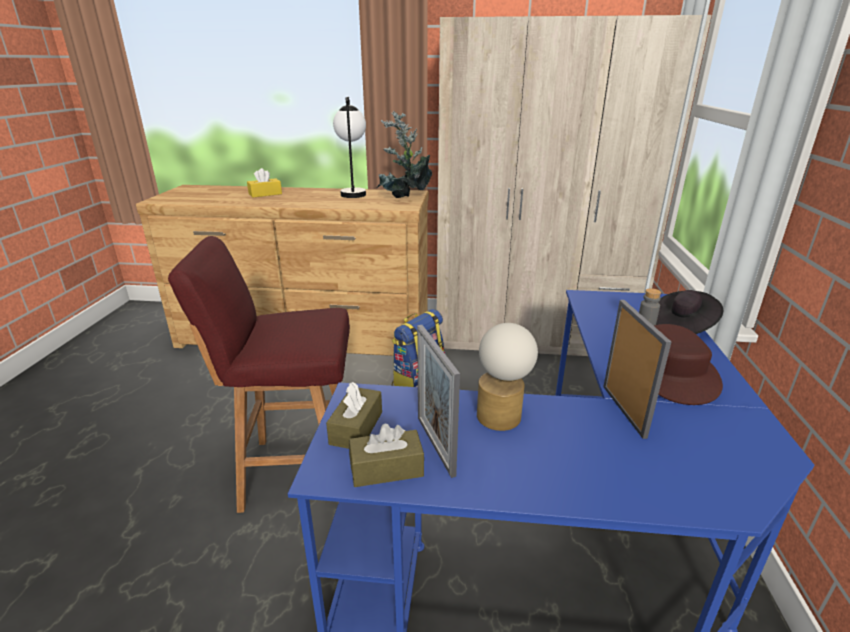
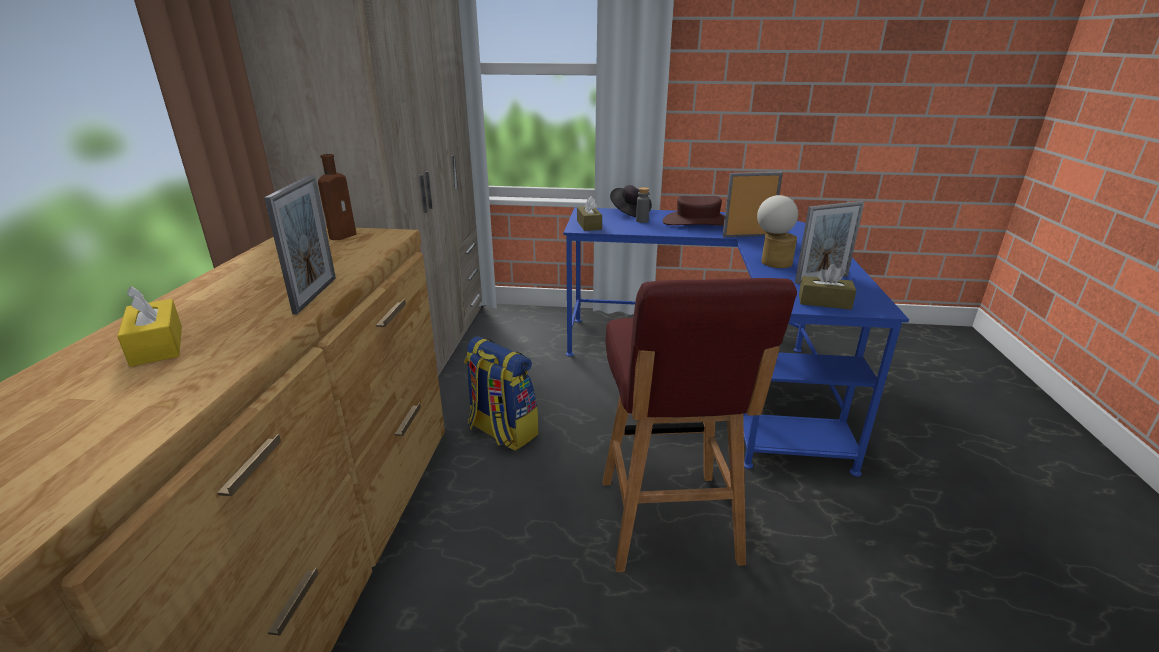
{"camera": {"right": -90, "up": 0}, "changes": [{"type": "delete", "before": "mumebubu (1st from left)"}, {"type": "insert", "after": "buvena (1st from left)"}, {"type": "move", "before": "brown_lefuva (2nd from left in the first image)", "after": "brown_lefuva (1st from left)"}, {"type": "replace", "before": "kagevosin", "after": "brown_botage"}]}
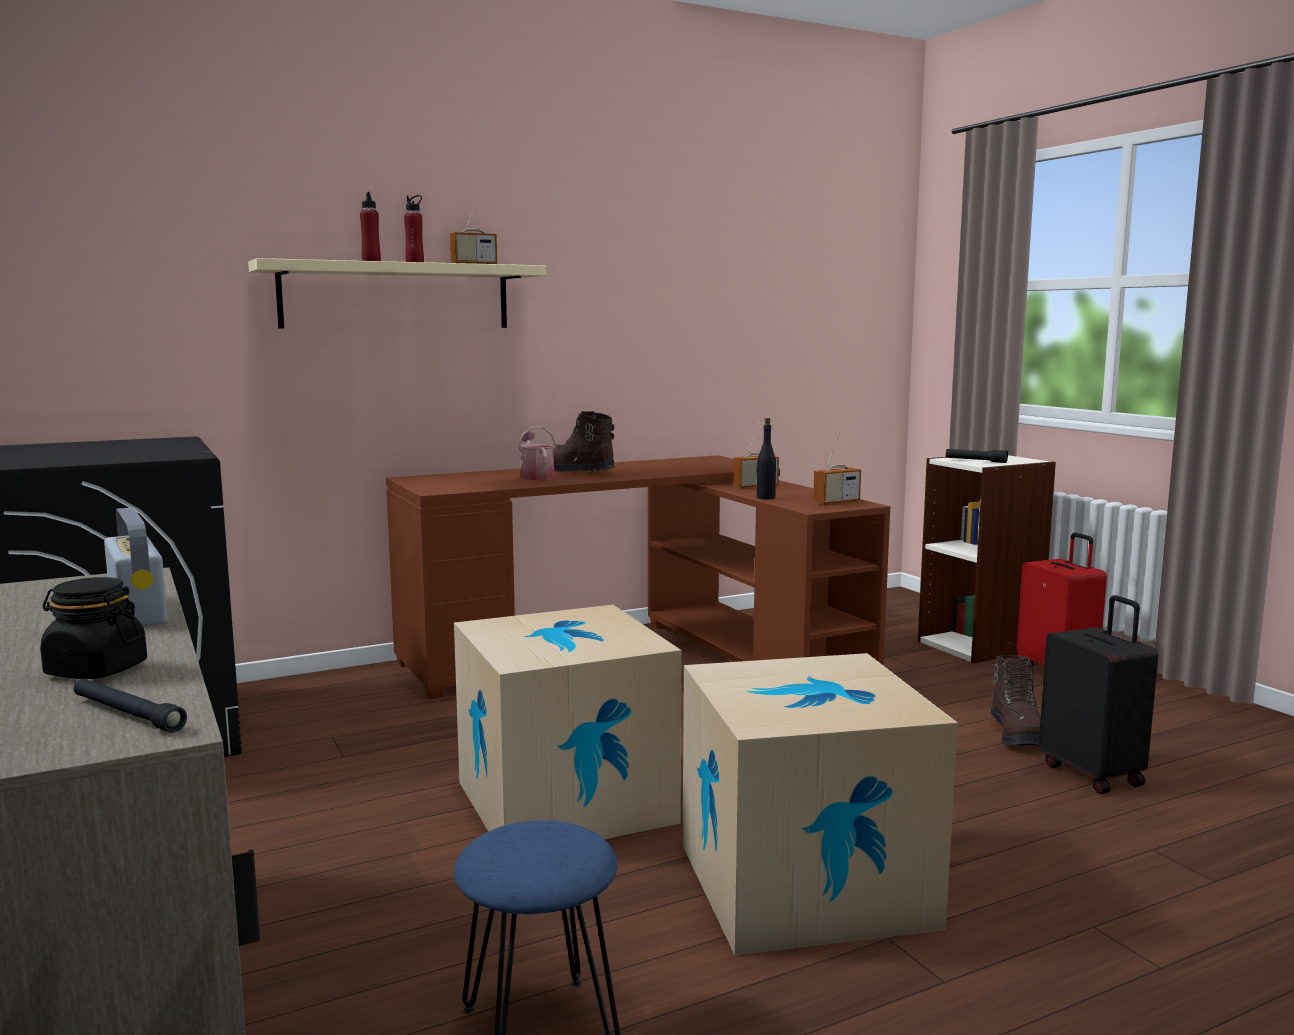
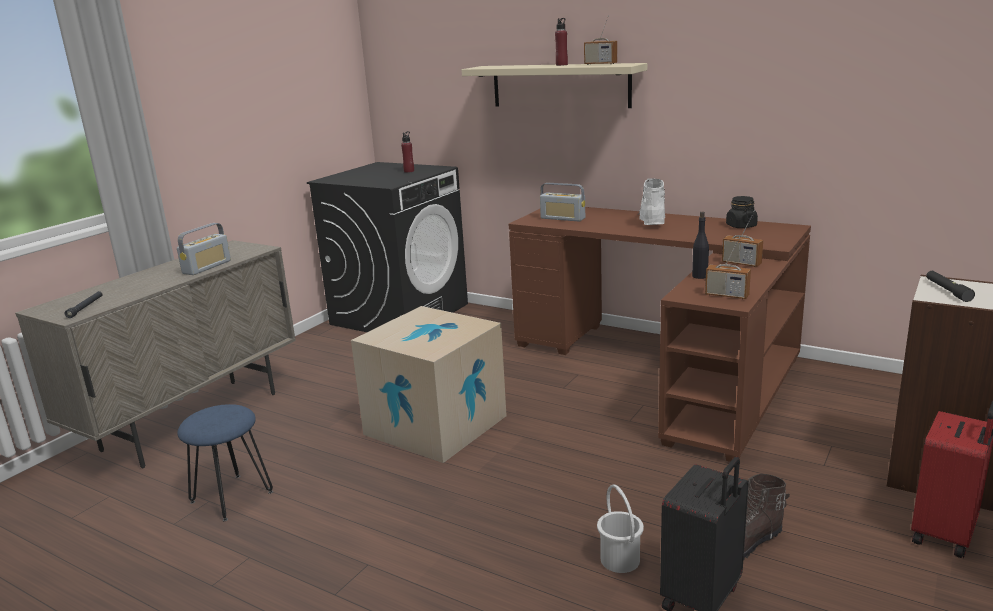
{"camera": {"right": 60, "up": 10}, "changes": [{"type": "delete", "before": "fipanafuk"}, {"type": "delete", "before": "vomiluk (2nd from left)"}, {"type": "insert", "after": "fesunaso (2nd from left)"}, {"type": "insert", "after": "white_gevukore"}, {"type": "move", "before": "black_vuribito"}, {"type": "move", "before": "red_botage (1st from left)"}, {"type": "recolor", "before": "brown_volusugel (1st from left)", "after": "white_volusugel"}]}
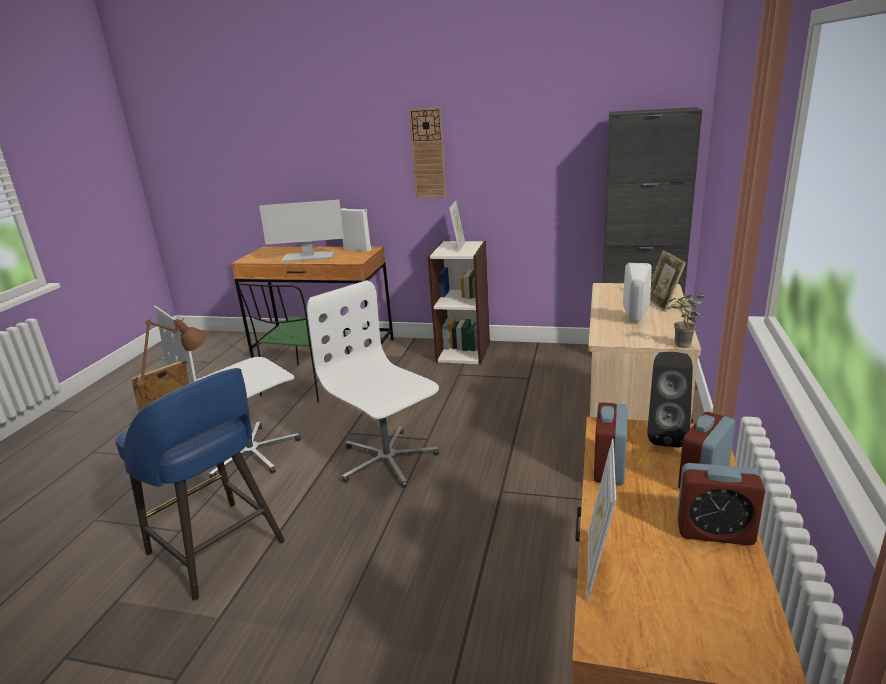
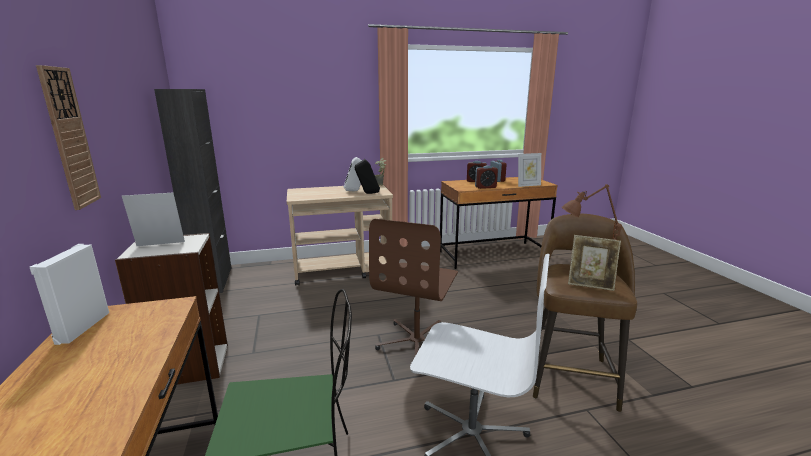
{"camera": {"right": -120, "up": -5}, "changes": [{"type": "delete", "before": "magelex"}, {"type": "delete", "before": "buvena (4th from left)"}, {"type": "move", "before": "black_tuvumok"}, {"type": "recolor", "before": "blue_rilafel", "after": "brown_rilafel"}, {"type": "recolor", "before": "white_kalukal (2nd from left)", "after": "brown_kalukal"}]}
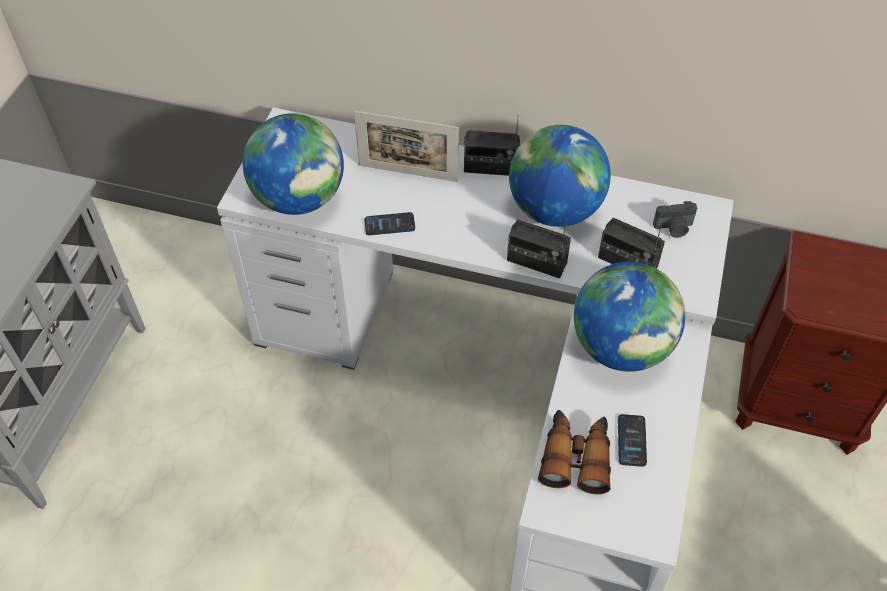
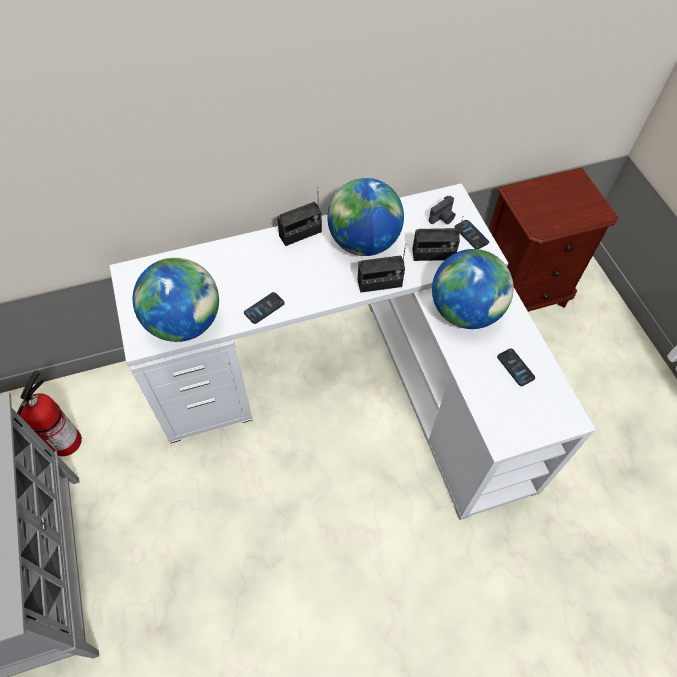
{"camera": {"right": -35, "up": 5}, "changes": [{"type": "delete", "before": "buvena"}, {"type": "delete", "before": "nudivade"}, {"type": "insert", "after": "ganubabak"}, {"type": "insert", "after": "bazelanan (2nd from left)"}]}
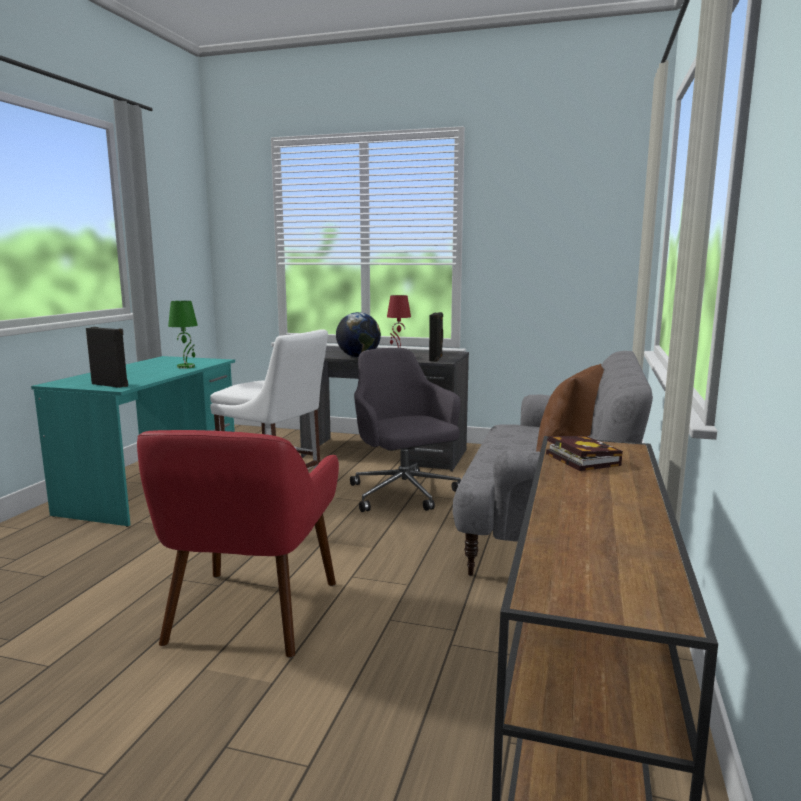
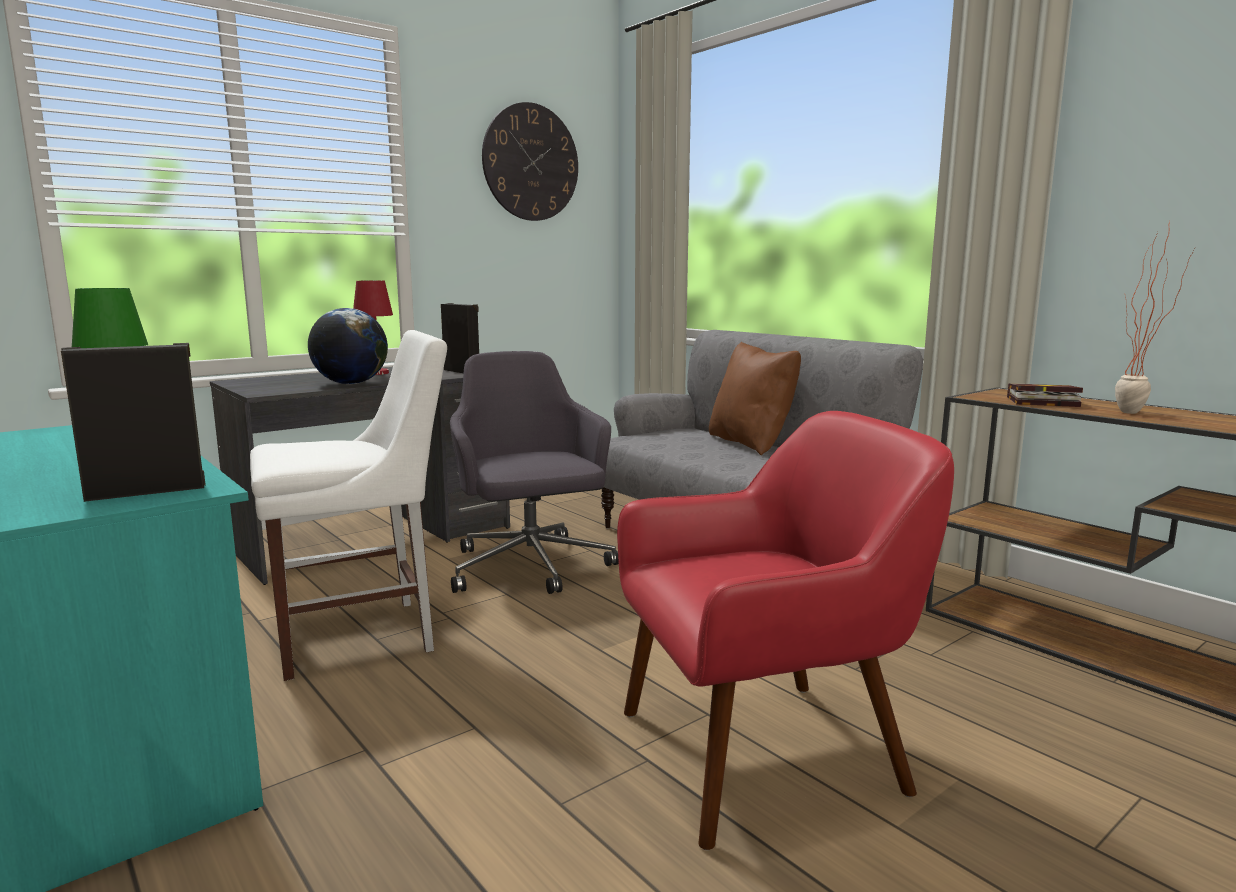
{"camera": {"right": -55, "up": 0}, "changes": [{"type": "insert", "after": "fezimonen"}, {"type": "insert", "after": "kagevosin"}, {"type": "rotate", "before": "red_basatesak", "turn": -60}, {"type": "rotate", "before": "grey_kalukal", "turn": 60}]}
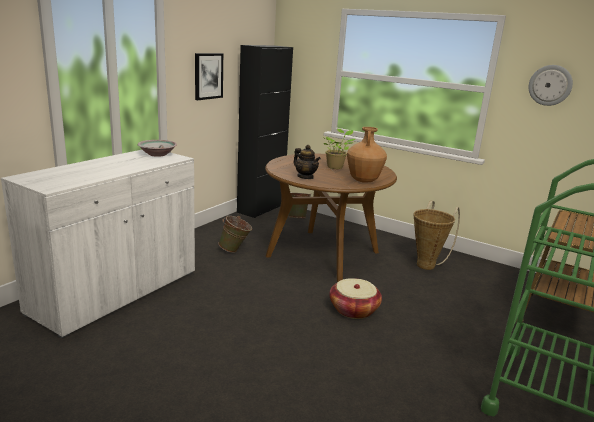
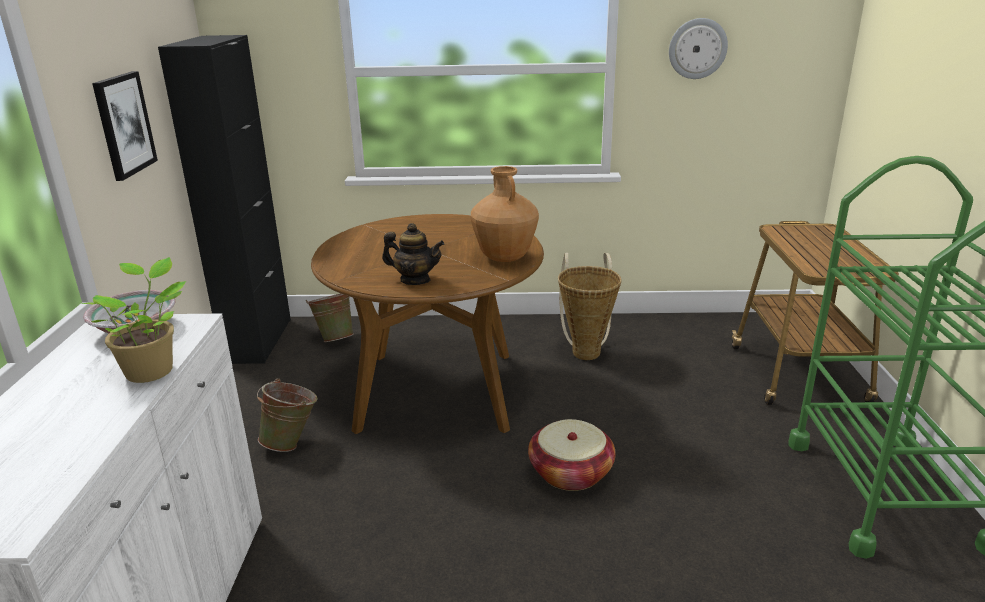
{"camera": {"right": -30, "up": 5}, "changes": [{"type": "move", "before": "kagevosin"}]}
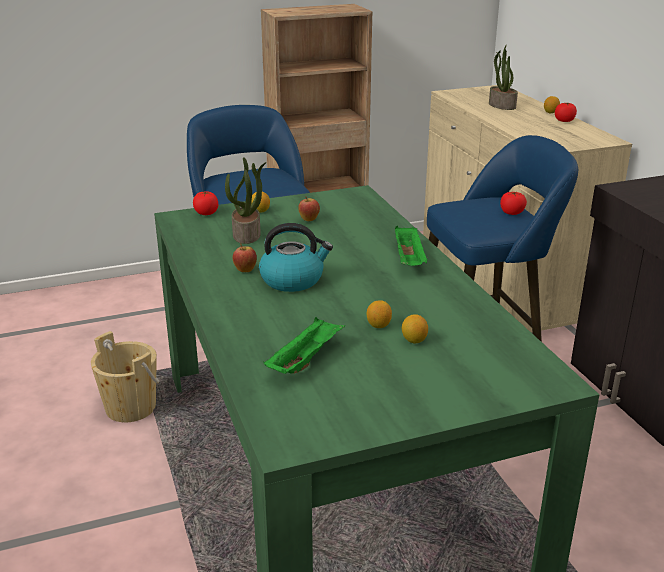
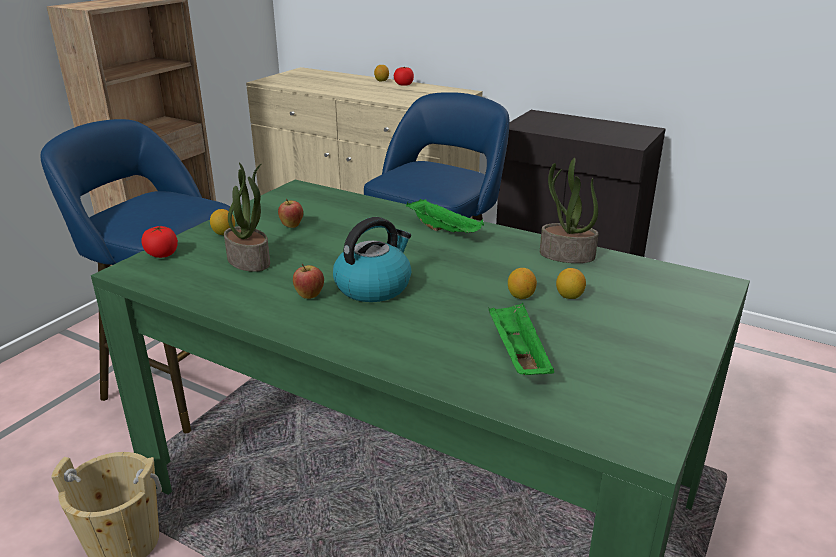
{"camera": {"right": -40, "up": 0}, "changes": [{"type": "delete", "before": "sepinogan (2nd from left)"}, {"type": "move", "before": "kagevosin (2nd from left)"}]}
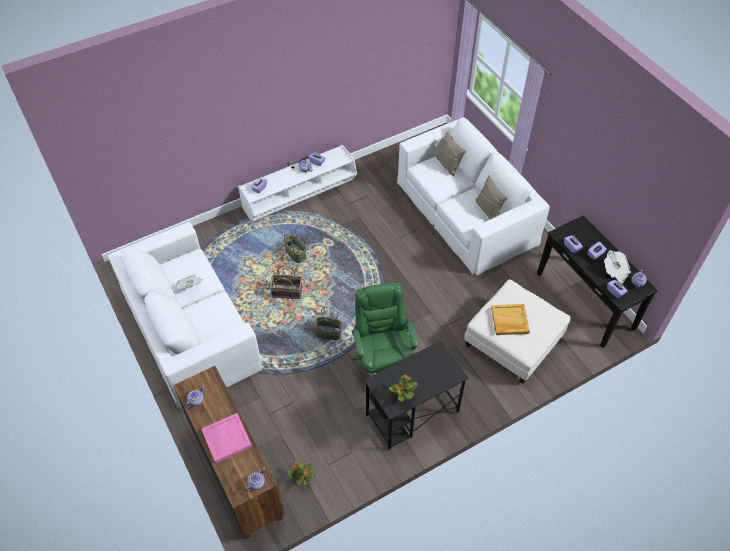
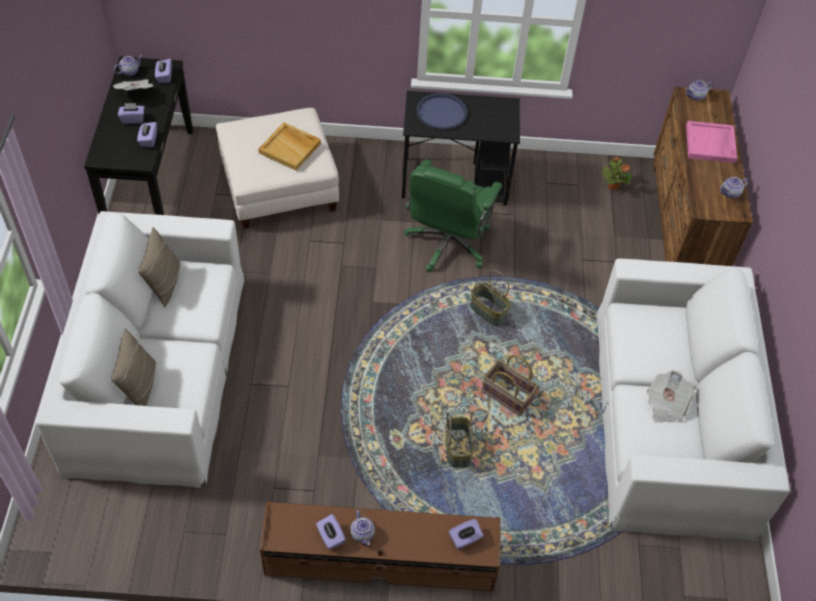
{"camera": {"right": -150, "up": 0}, "changes": [{"type": "delete", "before": "kagevosin (2nd from left)"}, {"type": "insert", "after": "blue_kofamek"}, {"type": "recolor", "before": "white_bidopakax", "after": "brown_bidopakax"}]}
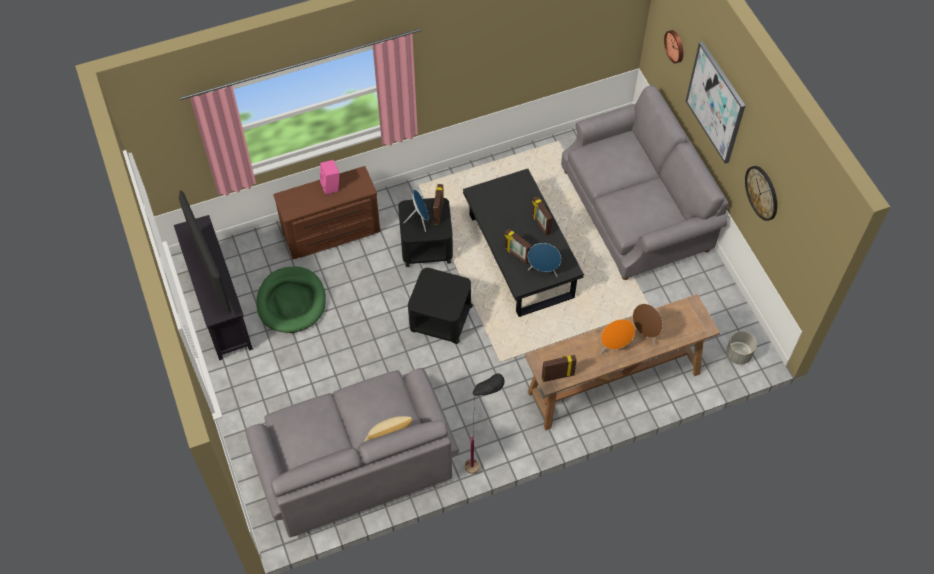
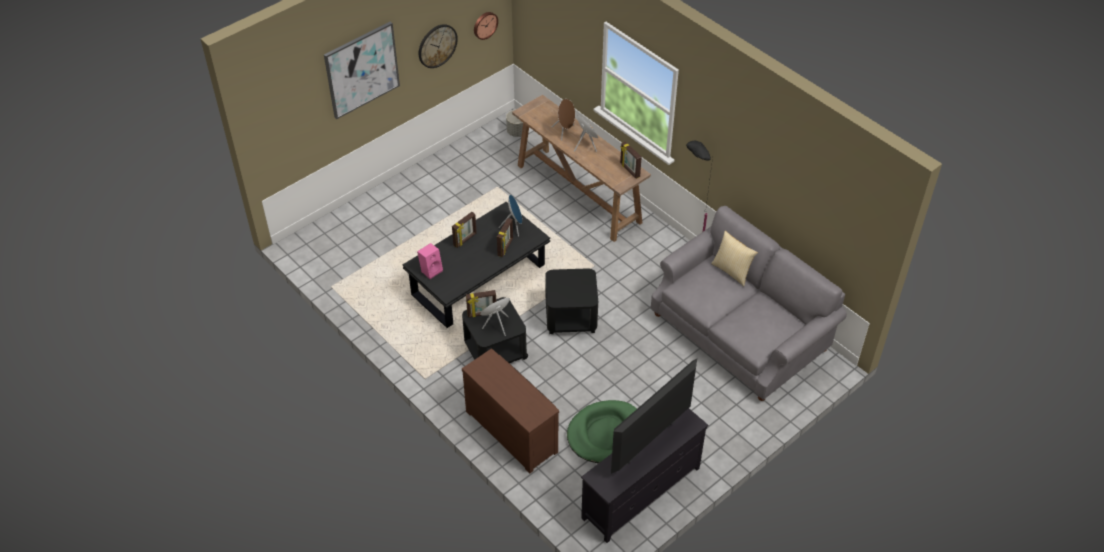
{"camera": {"right": -110, "up": -10}, "changes": [{"type": "delete", "before": "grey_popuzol (2nd from left)"}, {"type": "move", "before": "pink_tuvumok"}, {"type": "move", "before": "fezimonen (1st from left in the first image)", "after": "fezimonen (2nd from left)"}]}
